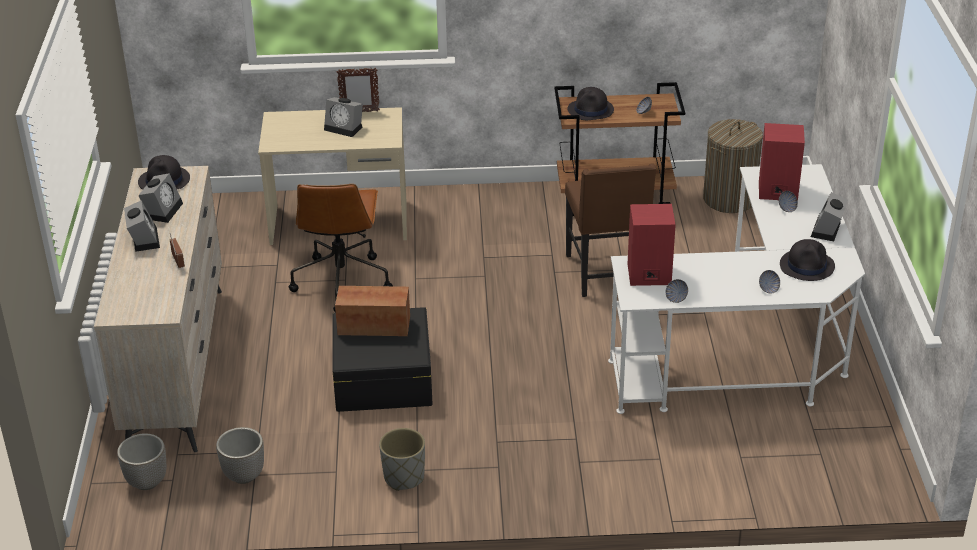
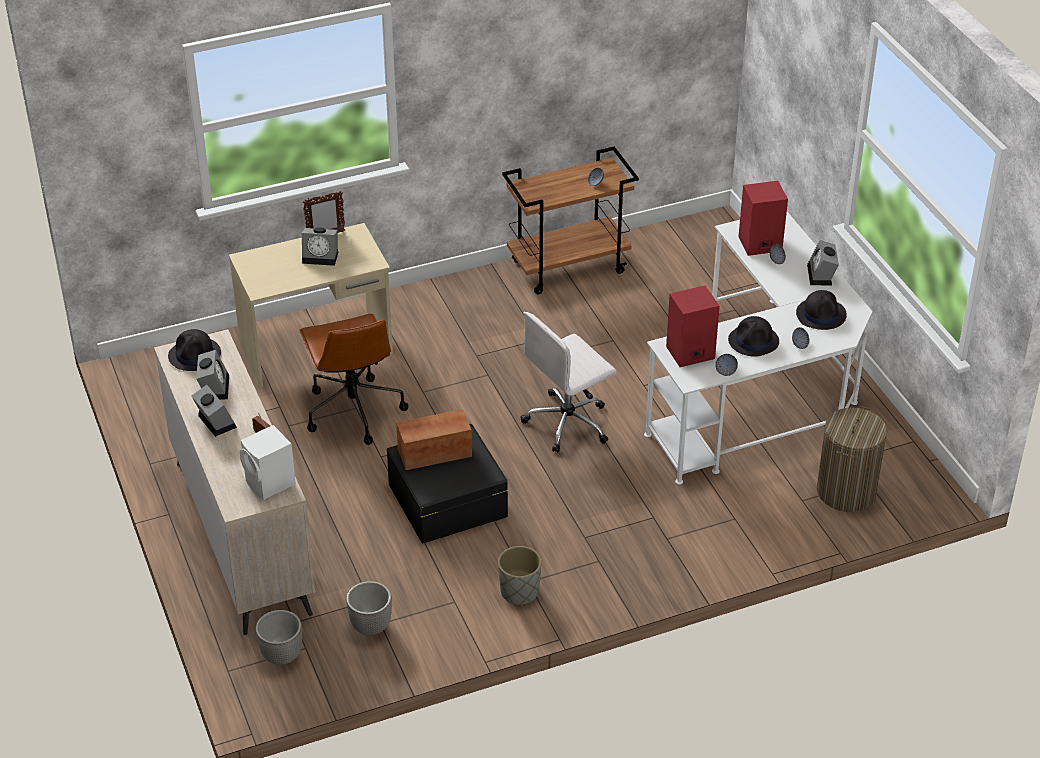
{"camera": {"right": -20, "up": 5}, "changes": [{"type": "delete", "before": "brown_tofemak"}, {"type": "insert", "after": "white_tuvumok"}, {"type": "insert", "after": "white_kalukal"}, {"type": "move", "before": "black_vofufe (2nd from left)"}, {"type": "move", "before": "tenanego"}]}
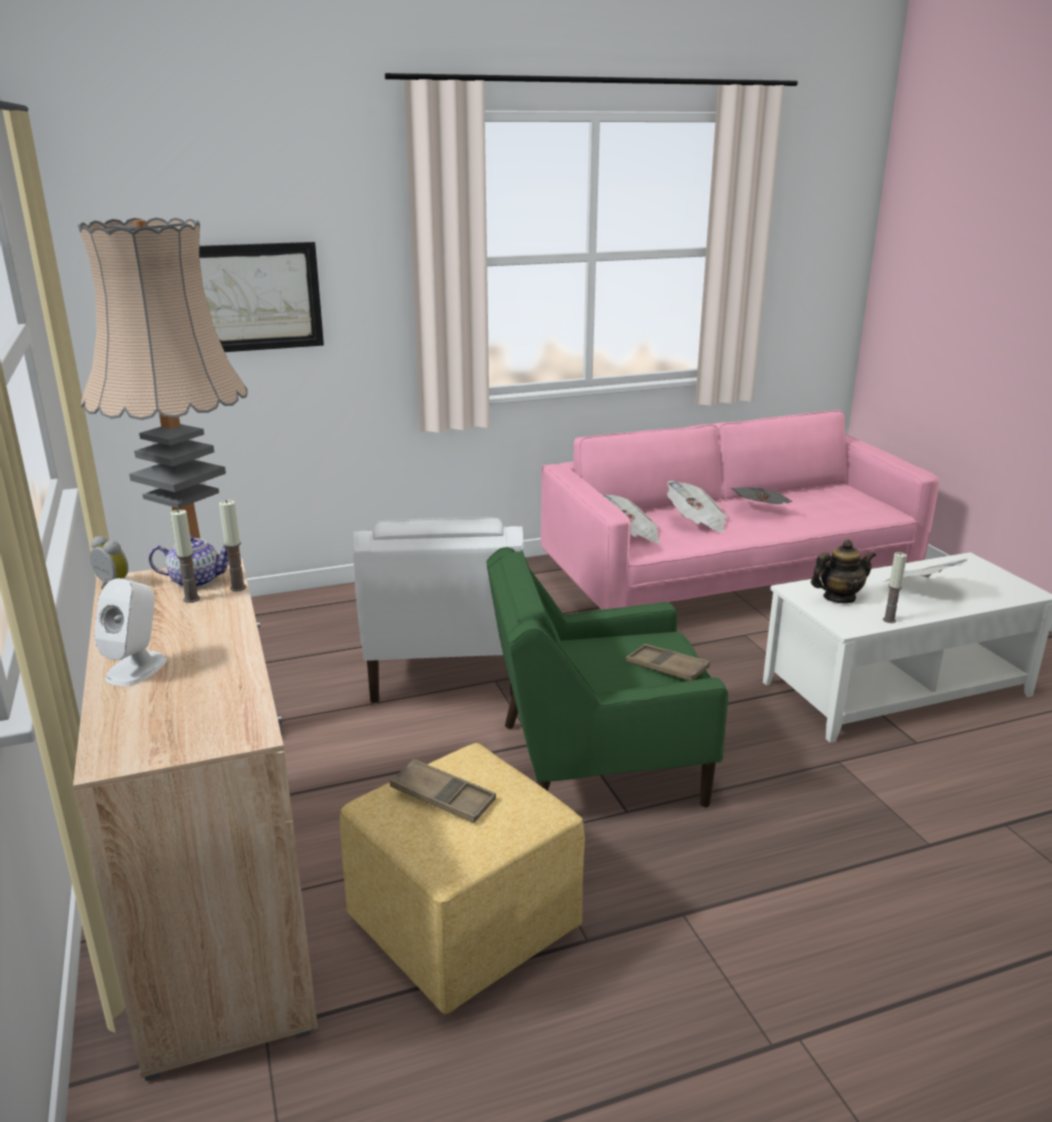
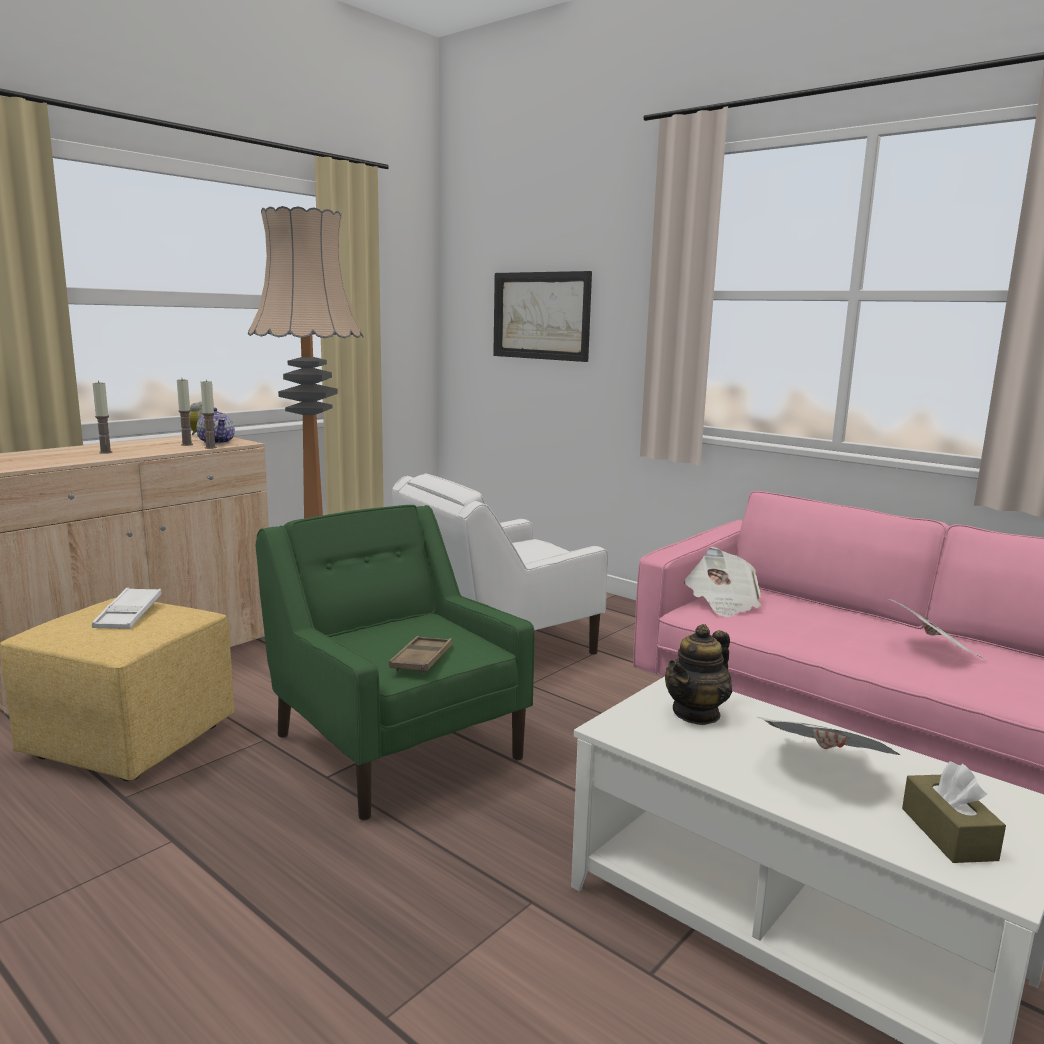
{"camera": {"right": 60, "up": -10}, "changes": [{"type": "delete", "before": "white_tuvumok"}, {"type": "delete", "before": "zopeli (2nd from left)"}, {"type": "insert", "after": "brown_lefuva"}, {"type": "move", "before": "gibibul (3rd from left in the first image)", "after": "gibibul (1st from left)"}, {"type": "recolor", "before": "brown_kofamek (1st from left)", "after": "white_kofamek"}, {"type": "rotate", "before": "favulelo (2nd from left)", "turn": 90}]}
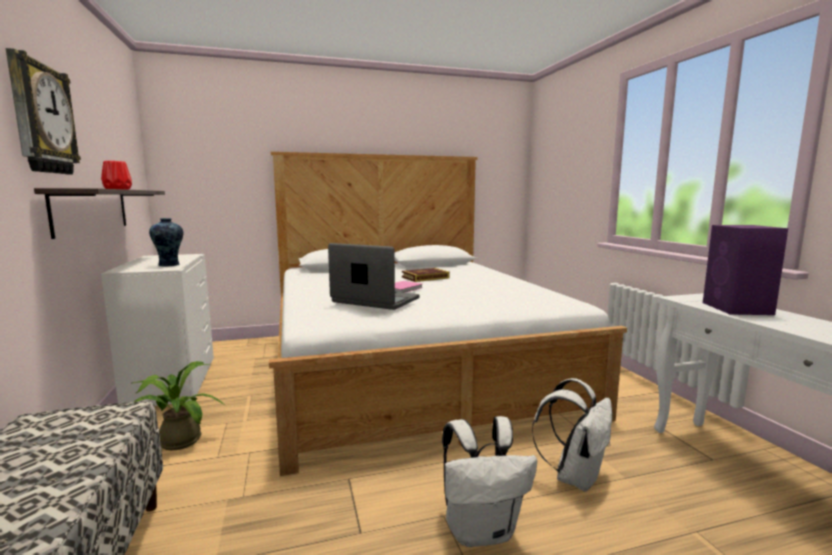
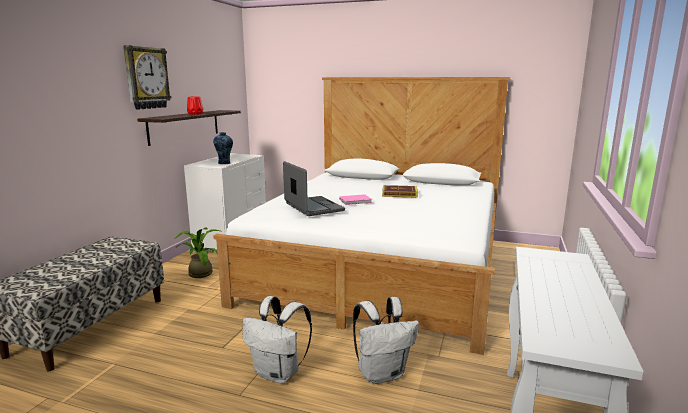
{"camera": {"right": 35, "up": 5}, "changes": [{"type": "delete", "before": "purple_tuvumok"}]}
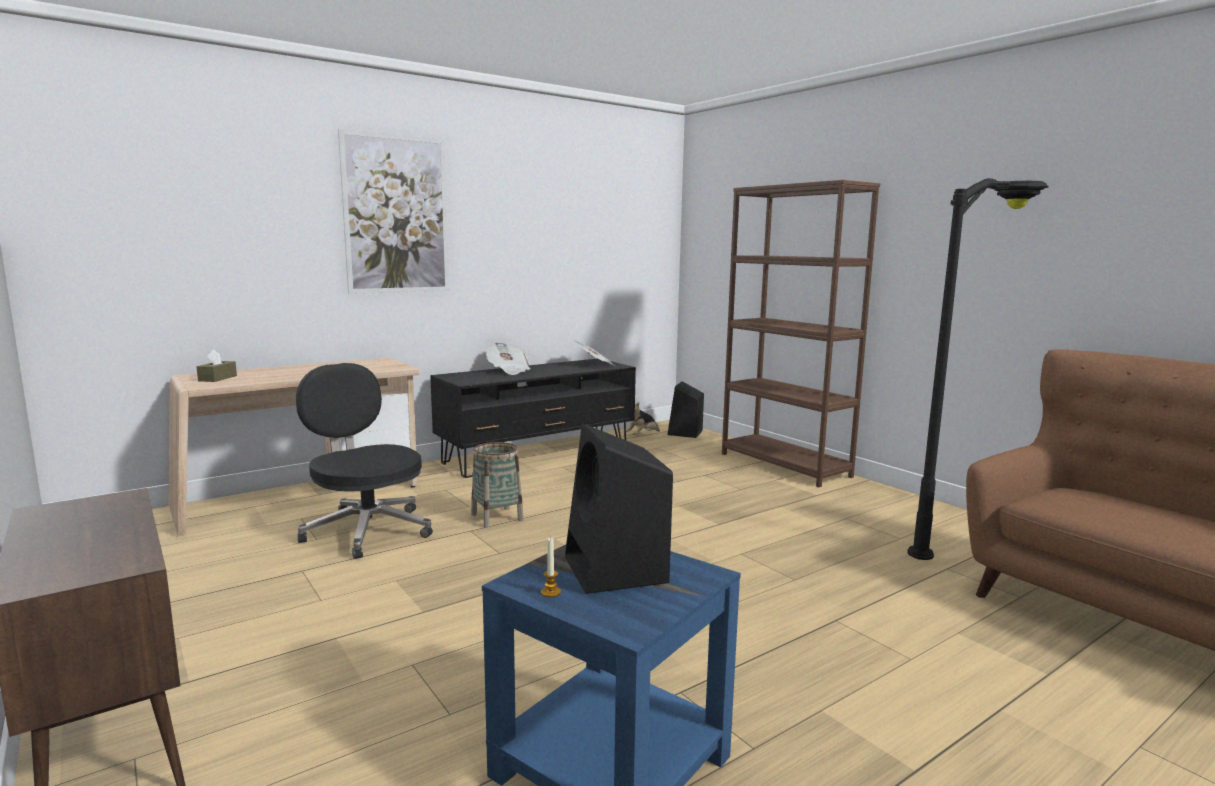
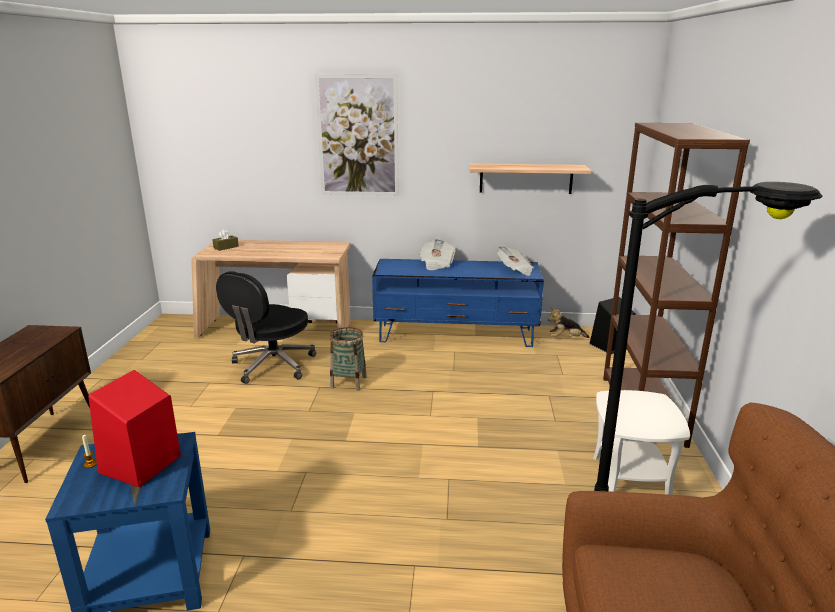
{"camera": {"right": 40, "up": 10}, "changes": [{"type": "insert", "after": "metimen"}, {"type": "insert", "after": "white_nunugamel"}, {"type": "recolor", "before": "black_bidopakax", "after": "blue_bidopakax"}, {"type": "recolor", "before": "black_tuvumok (1st from left)", "after": "red_tuvumok"}, {"type": "rotate", "before": "black_kalukal", "turn": -150}]}
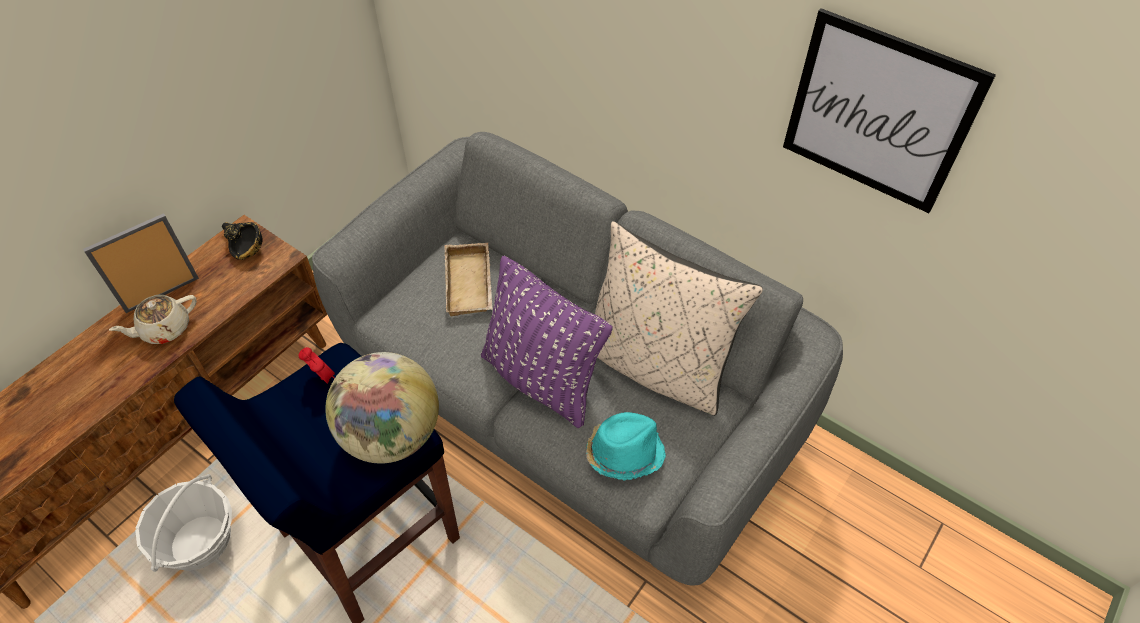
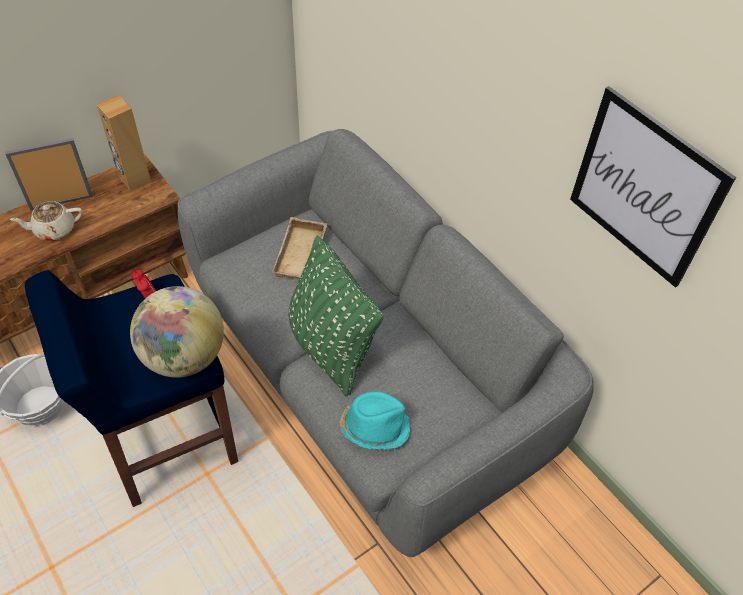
{"camera": {"right": 15, "up": 0}, "changes": [{"type": "delete", "before": "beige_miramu"}, {"type": "replace", "before": "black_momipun", "after": "brown_tuvumok"}, {"type": "recolor", "before": "purple_miramu", "after": "green_miramu"}]}
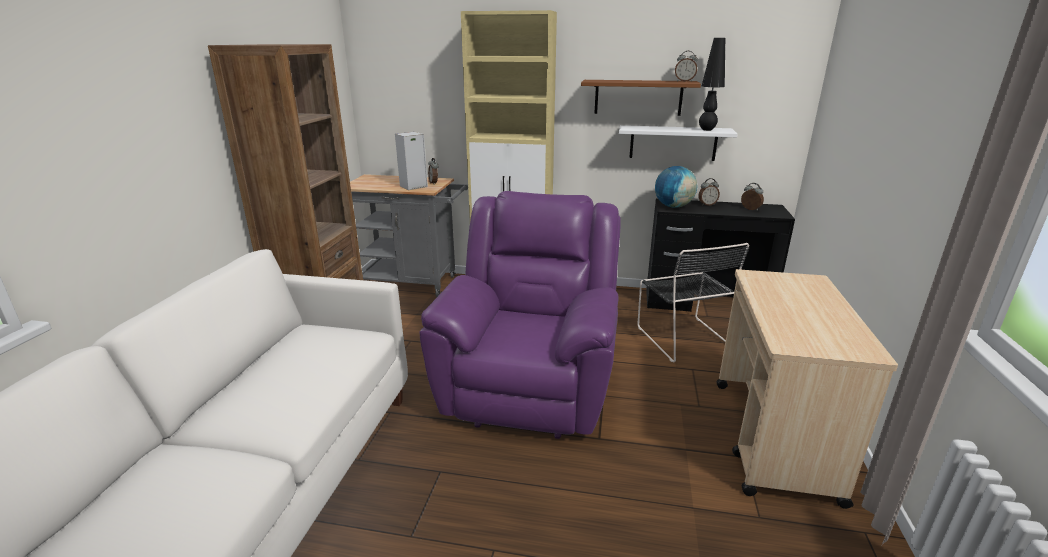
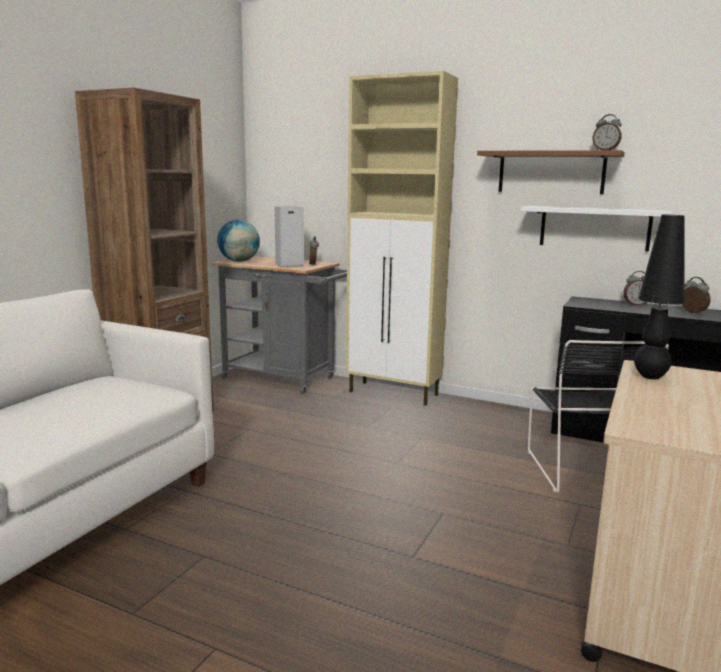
{"camera": {"right": 15, "up": -10}, "changes": [{"type": "delete", "before": "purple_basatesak"}, {"type": "move", "before": "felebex"}, {"type": "move", "before": "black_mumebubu"}]}
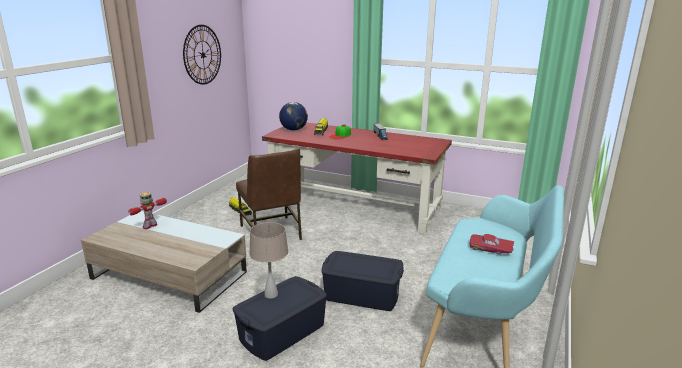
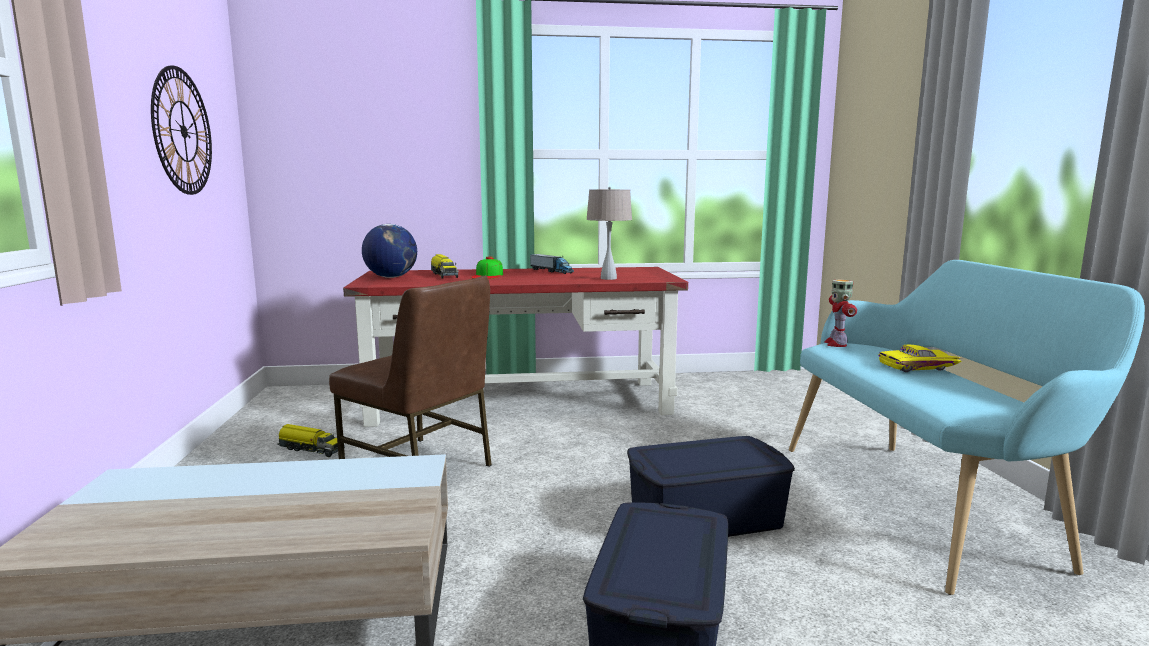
{"camera": {"right": -30, "up": -10}, "changes": [{"type": "move", "before": "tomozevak"}, {"type": "move", "before": "beige_mumebubu"}, {"type": "recolor", "before": "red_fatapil", "after": "yellow_fatapil"}]}
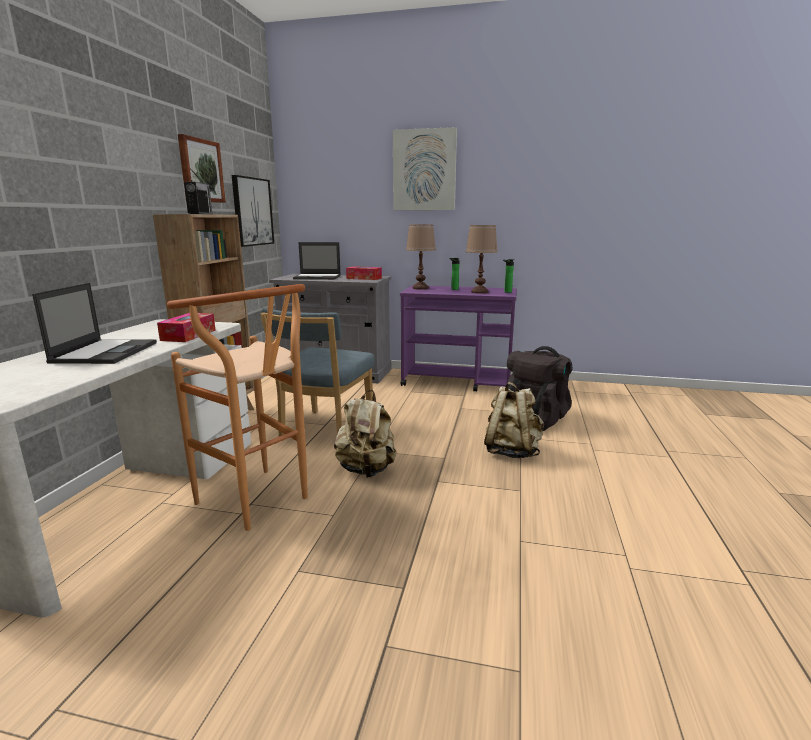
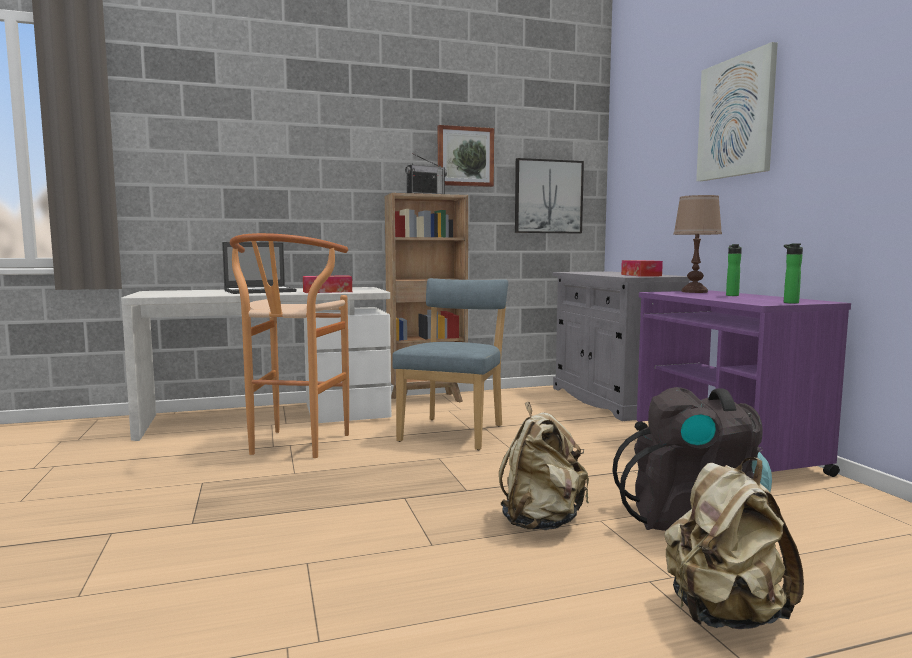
{"camera": {"right": 60, "up": -10}, "changes": [{"type": "delete", "before": "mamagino (2nd from left)"}, {"type": "delete", "before": "brown_mumebubu (2nd from left)"}, {"type": "move", "before": "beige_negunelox (1st from left in the first image)", "after": "beige_negunelox (2nd from left)"}, {"type": "rotate", "before": "blue_tofemak", "turn": 120}]}
